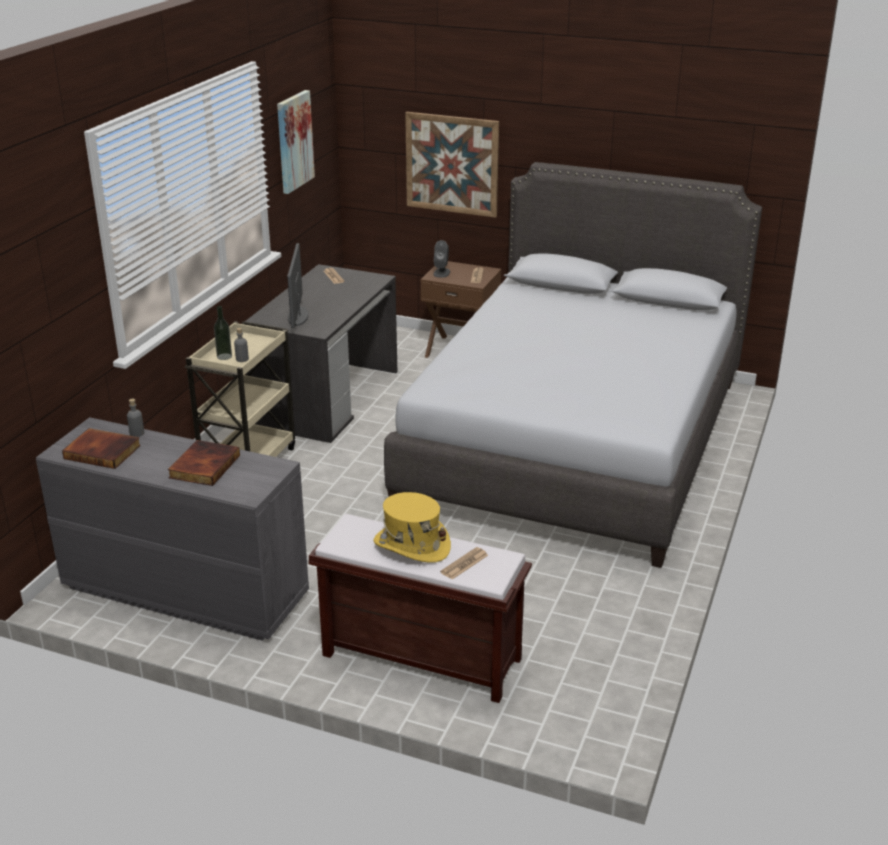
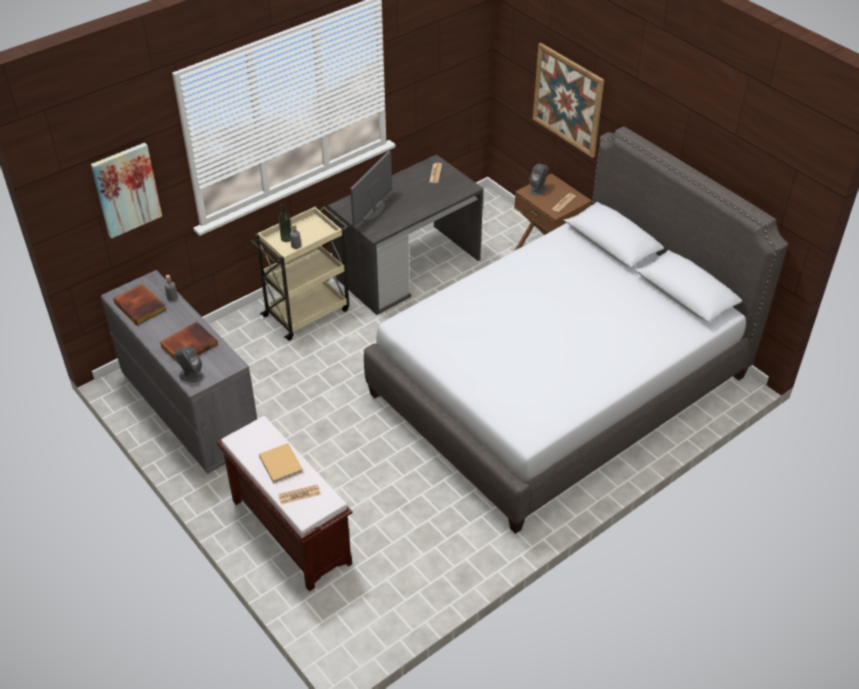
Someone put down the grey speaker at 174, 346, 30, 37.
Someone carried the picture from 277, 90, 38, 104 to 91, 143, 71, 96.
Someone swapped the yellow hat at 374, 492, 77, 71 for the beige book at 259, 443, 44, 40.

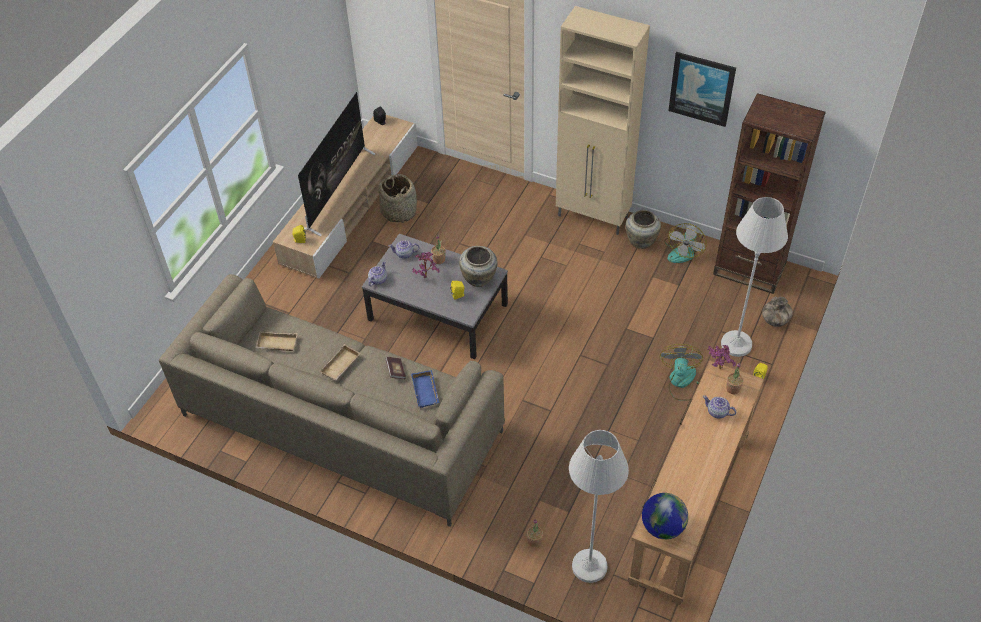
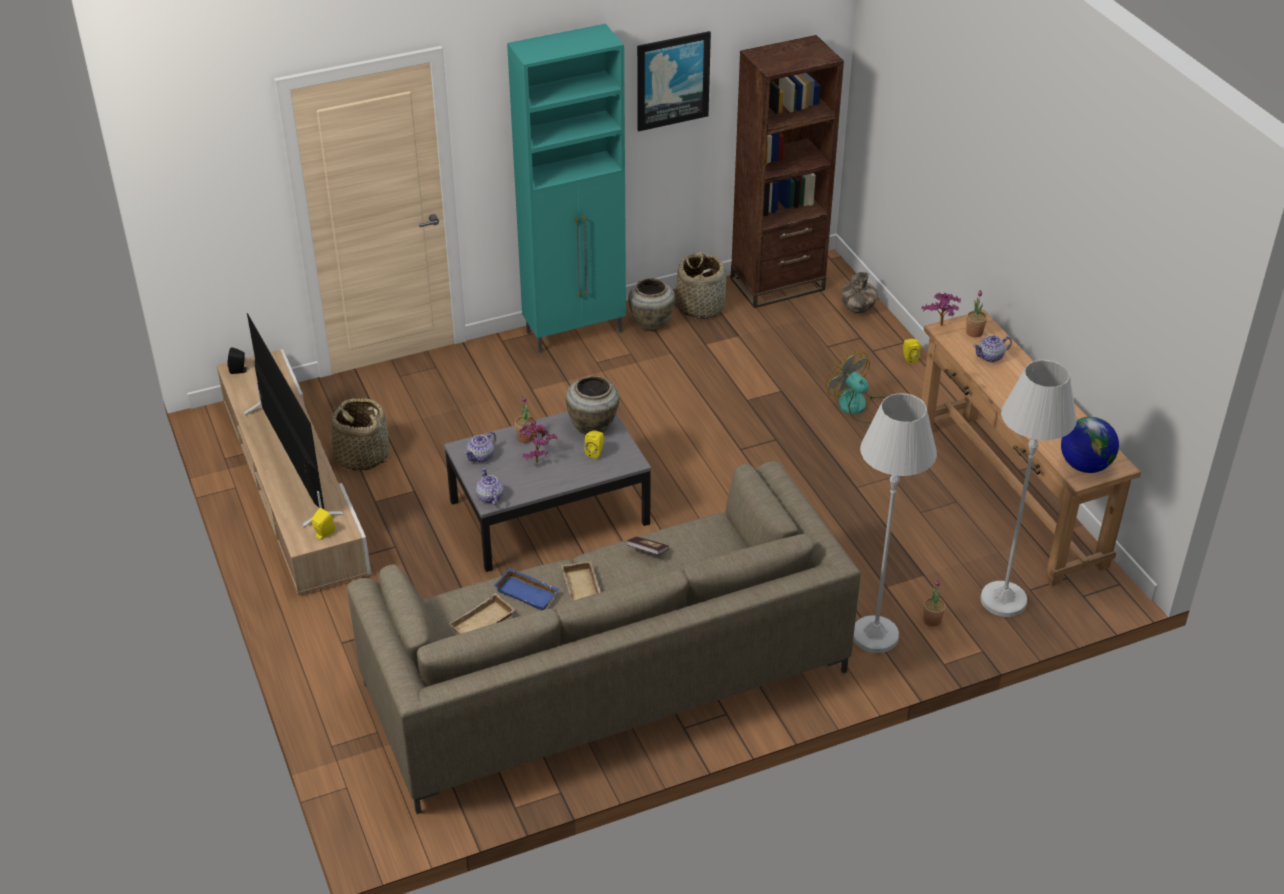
Someone carried the blue tray from 411, 370, 29, 38 to 494, 568, 66, 42.
Someone carried the white floor lamp from 721, 197, 67, 160 to 853, 393, 84, 260.
Someone swapped the fan at 664, 223, 43, 40 for the basket at 675, 252, 52, 67.
Someone repainted the beige cabinet at 556, 6, 94, 229, which became the turquoise cabinet at 507, 24, 119, 329.

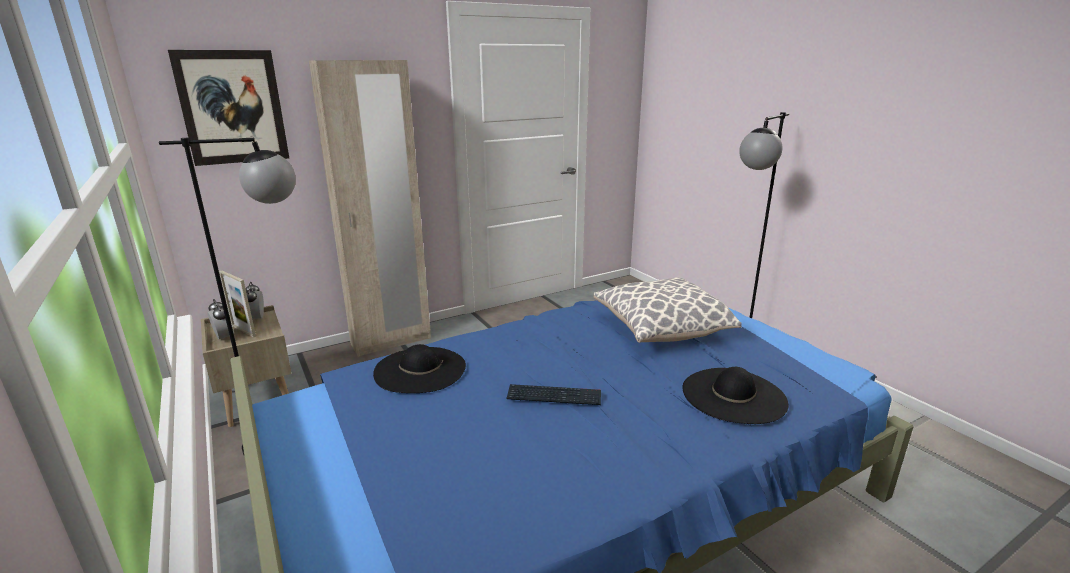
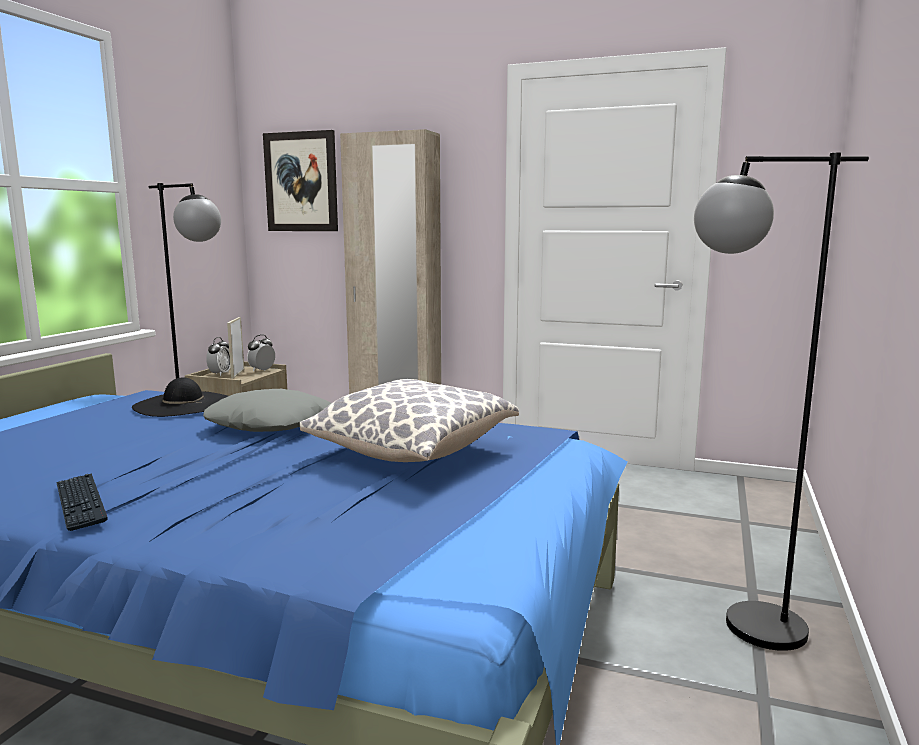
Someone took away the black hat at 682, 367, 107, 57.
Someone put down the grey pillow at 203, 389, 128, 43.
Someone carried the keyboard from 506, 384, 95, 21 to 56, 473, 52, 58.

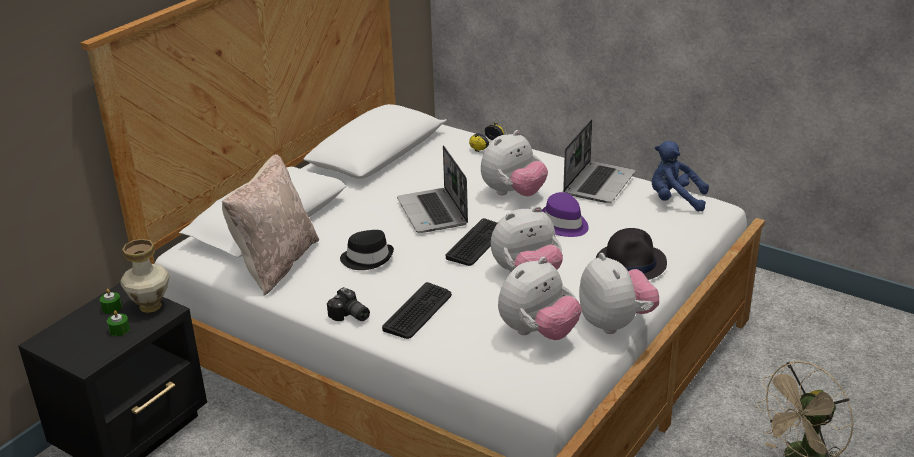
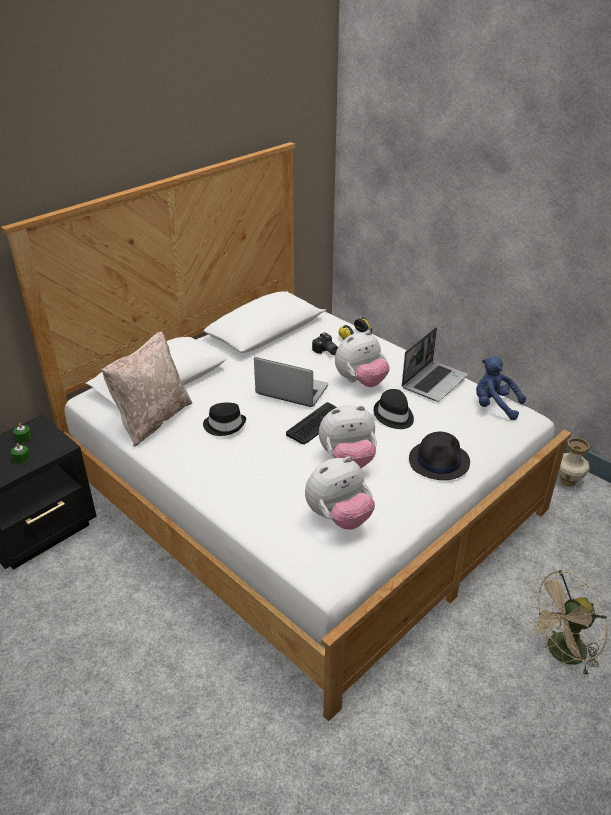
Someone took away the keyboard at 382, 282, 70, 57.
Someone took away the plush toy at 579, 253, 80, 81.
Someone carried the vase from 121, 239, 49, 74 to 558, 438, 31, 49.
Someone carried the photo camera from 327, 287, 43, 34 to 312, 332, 26, 23.
Someone repainted the purple hat at 542, 192, 47, 45, which became the black hat at 374, 389, 40, 40.
Someone rotated the laptop at 397, 145, 71, 88 by 120 degrees clockwise.

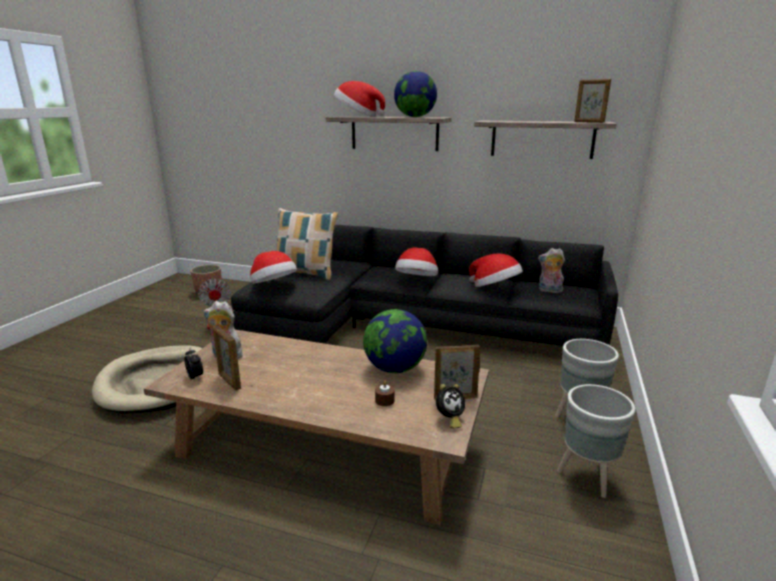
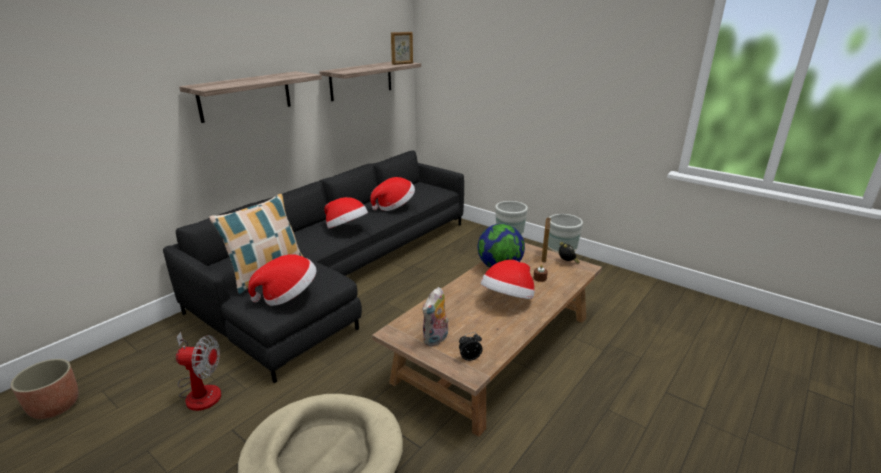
Someone took away the picture frame at 213, 325, 28, 66.
Someone took away the globe at 394, 71, 43, 46.
Someone took away the plush toy at 538, 248, 27, 45.
Someone carried the hat from 334, 81, 51, 36 to 481, 260, 54, 39.

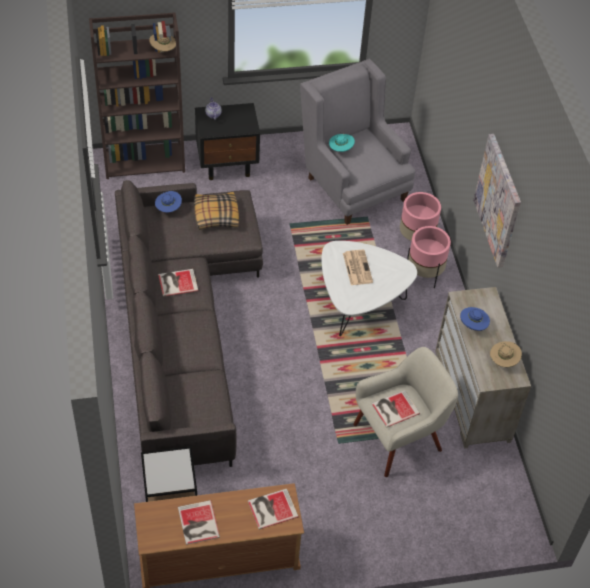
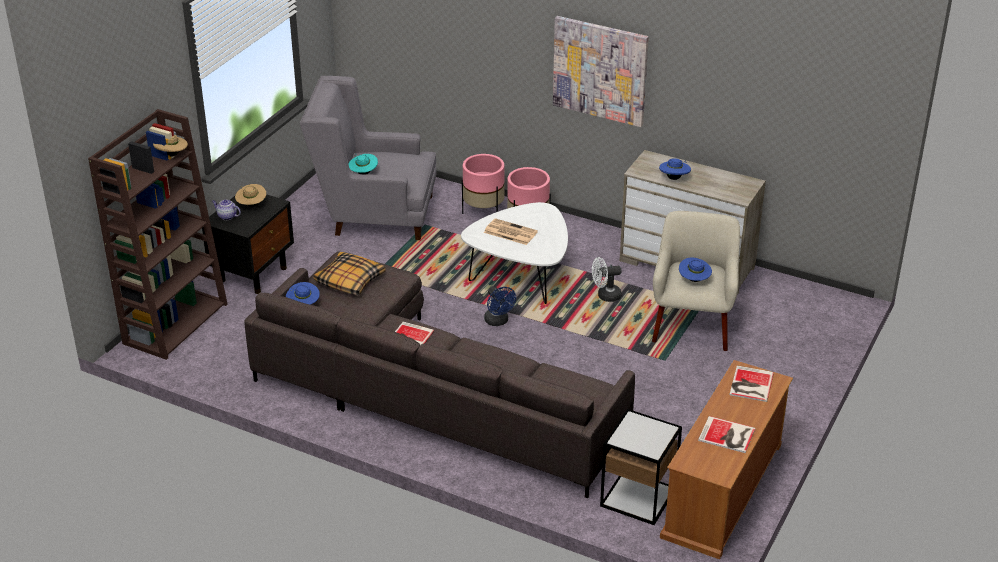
Someone put down the blue fan at 484, 286, 32, 40.
Someone put down the white fan at 592, 257, 30, 45.
Someone carried the beige hat from 490, 341, 32, 26 to 235, 184, 31, 23.
Someone swapped the book at 371, 390, 49, 38 for the blue hat at 679, 258, 33, 24.

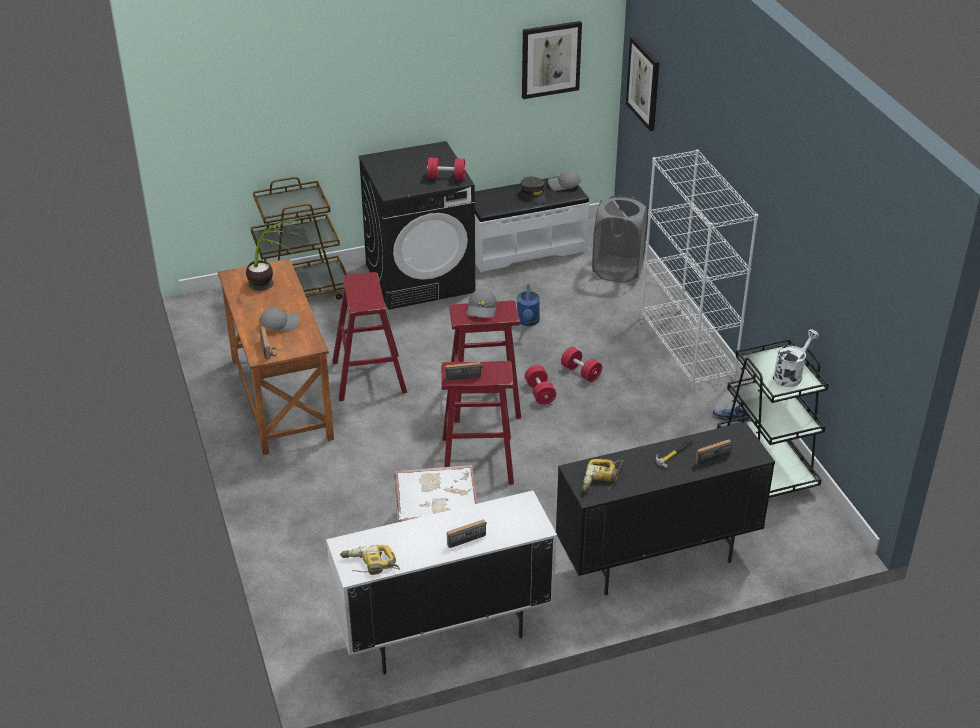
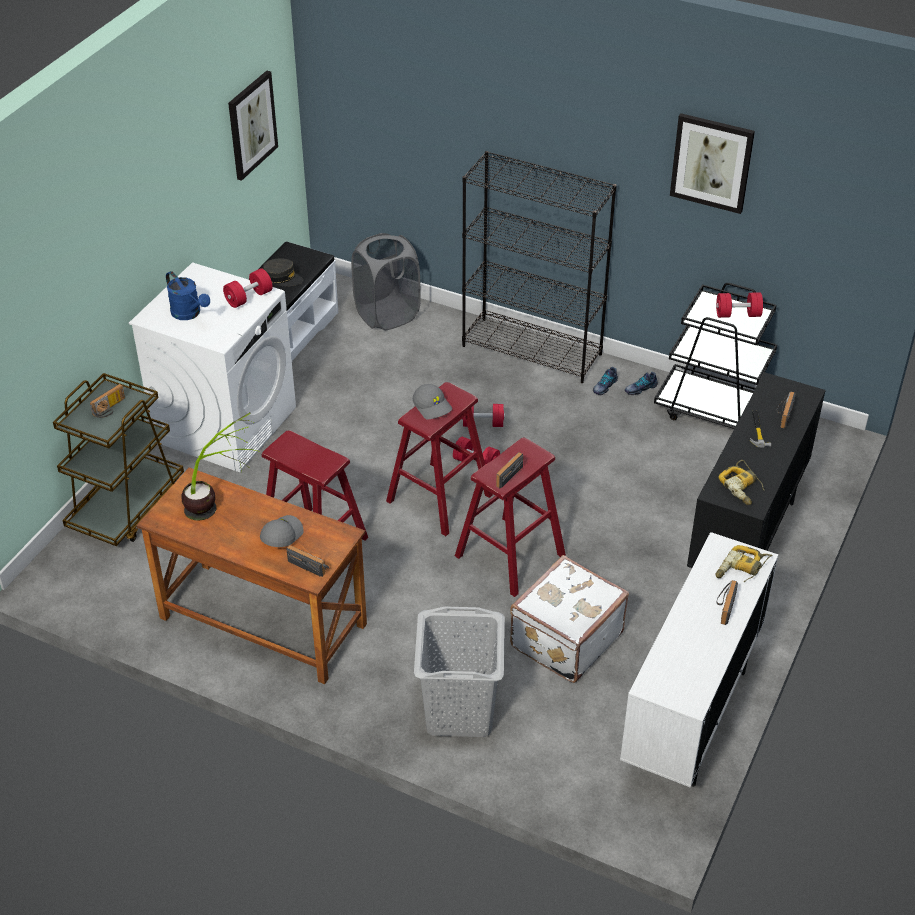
Someone took away the grey cap at 548, 171, 33, 20.
Someone put down the radio at 90, 384, 35, 34.
Someone put down the grey laundry basket at 414, 606, 91, 131.
Someone put down the shoe at 593, 367, 25, 28.
Someone carried the power drill from 340, 544, 60, 31 to 715, 545, 58, 37.
Someone carried the blue watering can from 517, 285, 23, 41 to 166, 271, 44, 49.
Someone carried the picture from 626, 36, 34, 95 to 670, 113, 85, 101.
Someone swapped the white watering can at 773, 329, 46, 58 for the red dumbbell at 716, 292, 47, 26.
Someone repainted the black washing machine at 358, 141, 117, 169, which became the white washing machine at 129, 262, 167, 210.
Someone repainted the white bookcase at 640, 150, 118, 239, which became the black bookcase at 462, 151, 155, 232.

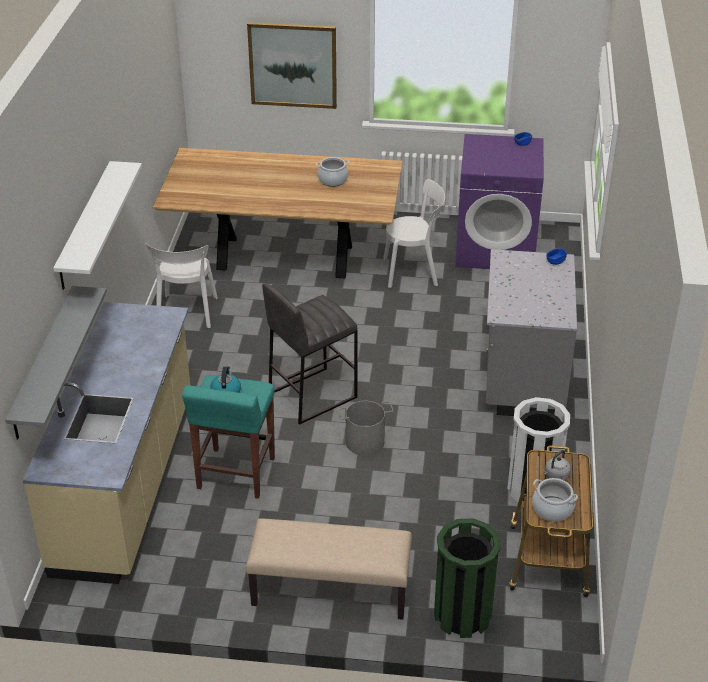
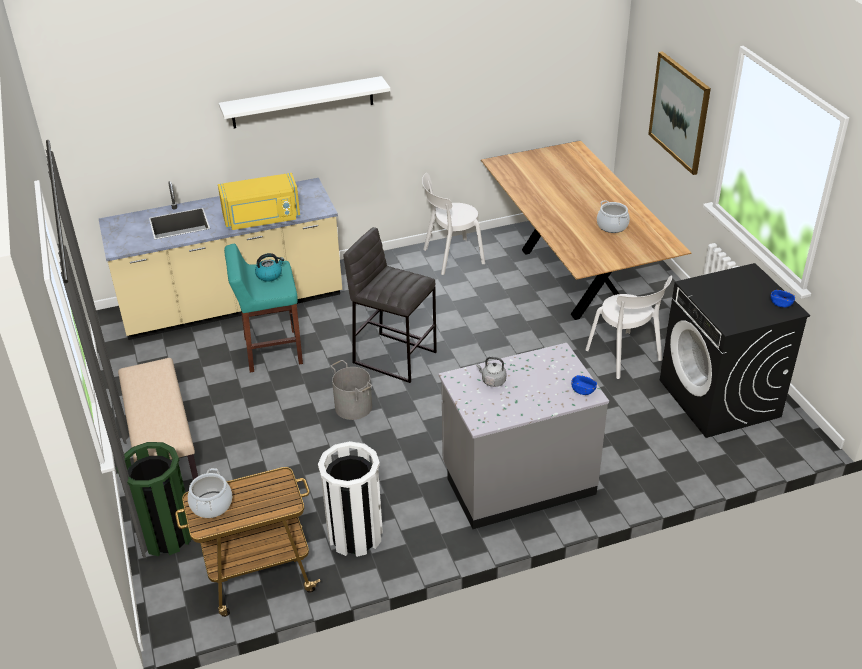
Someone took away the grey shelf at 5, 286, 102, 153.
Someone put down the yellow microwave at 218, 173, 82, 57.
Someone carried the grey kettle from 544, 450, 27, 31 to 476, 357, 30, 30.
Someone repainted the purple washing machine at 455, 134, 89, 135, which became the black washing machine at 660, 263, 150, 175.

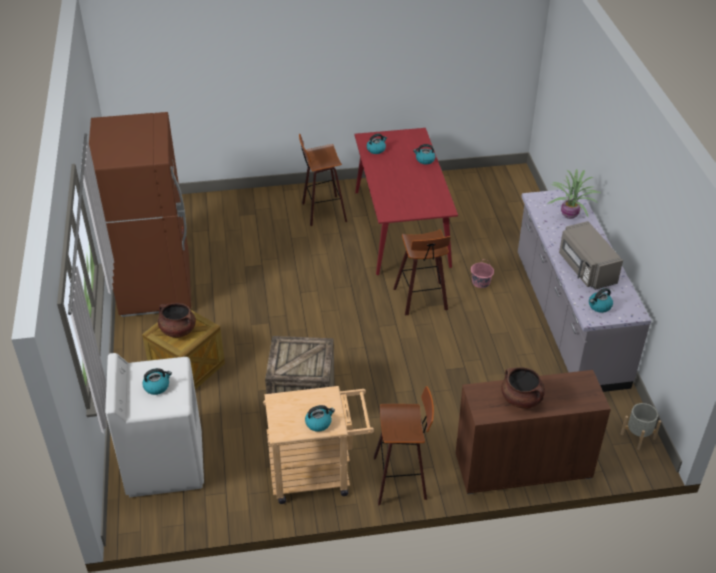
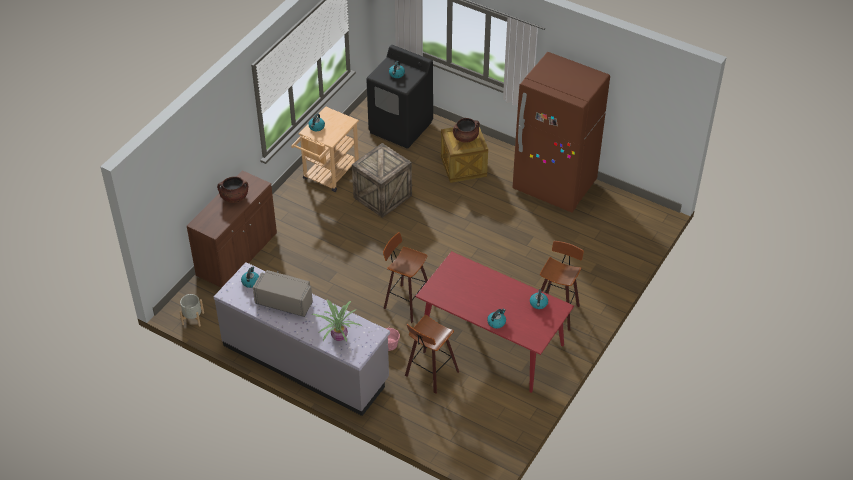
Someone carried the stool from 374, 386, 60, 120 to 405, 315, 54, 79.
Someone repainted the white washing machine at 105, 353, 99, 145, which became the black washing machine at 366, 45, 67, 104.

